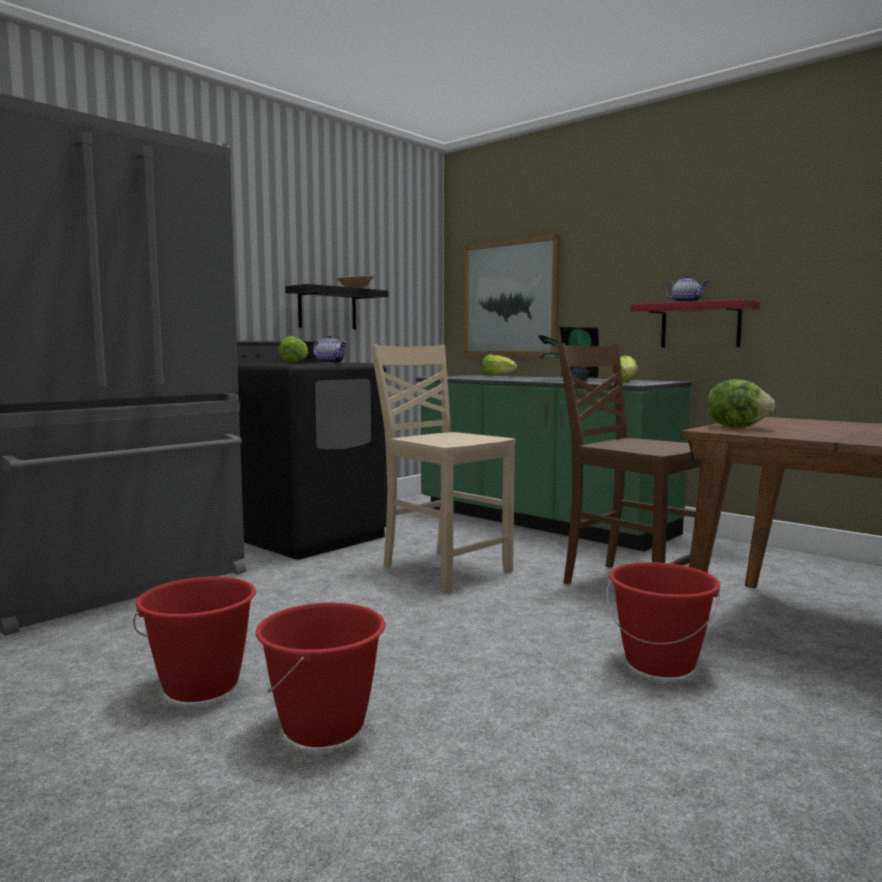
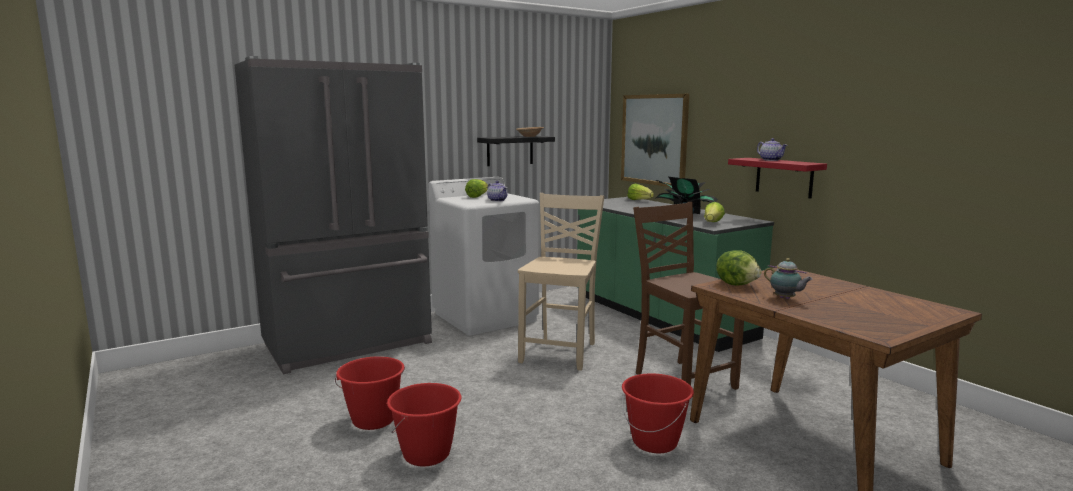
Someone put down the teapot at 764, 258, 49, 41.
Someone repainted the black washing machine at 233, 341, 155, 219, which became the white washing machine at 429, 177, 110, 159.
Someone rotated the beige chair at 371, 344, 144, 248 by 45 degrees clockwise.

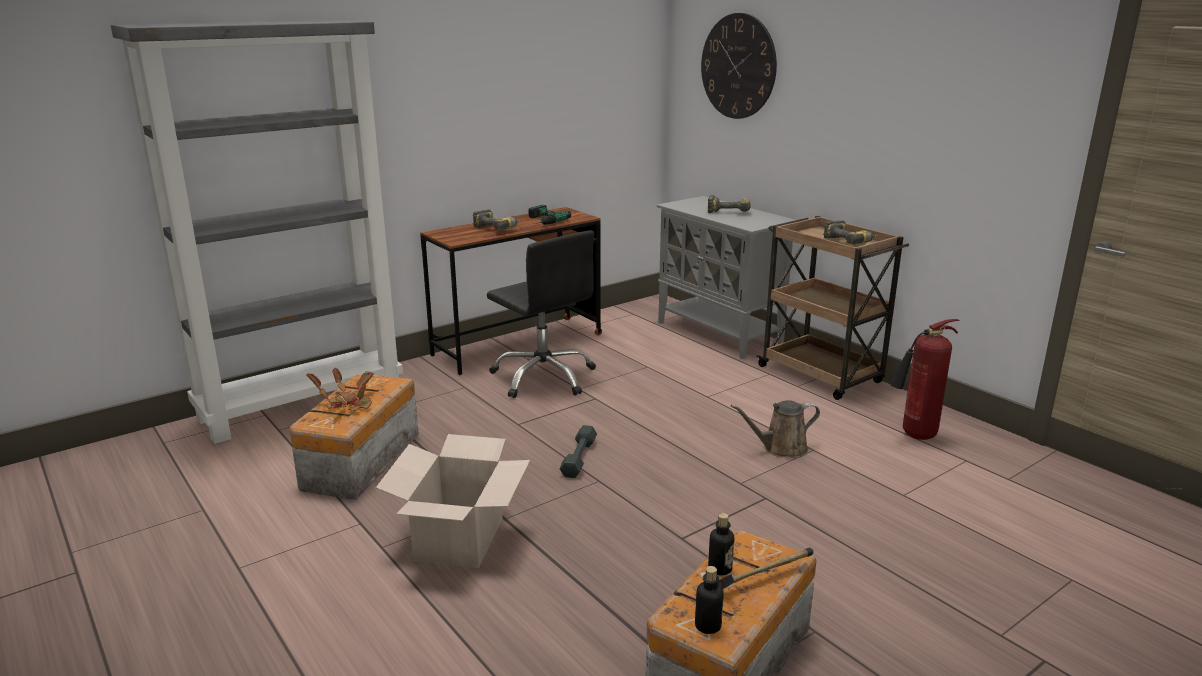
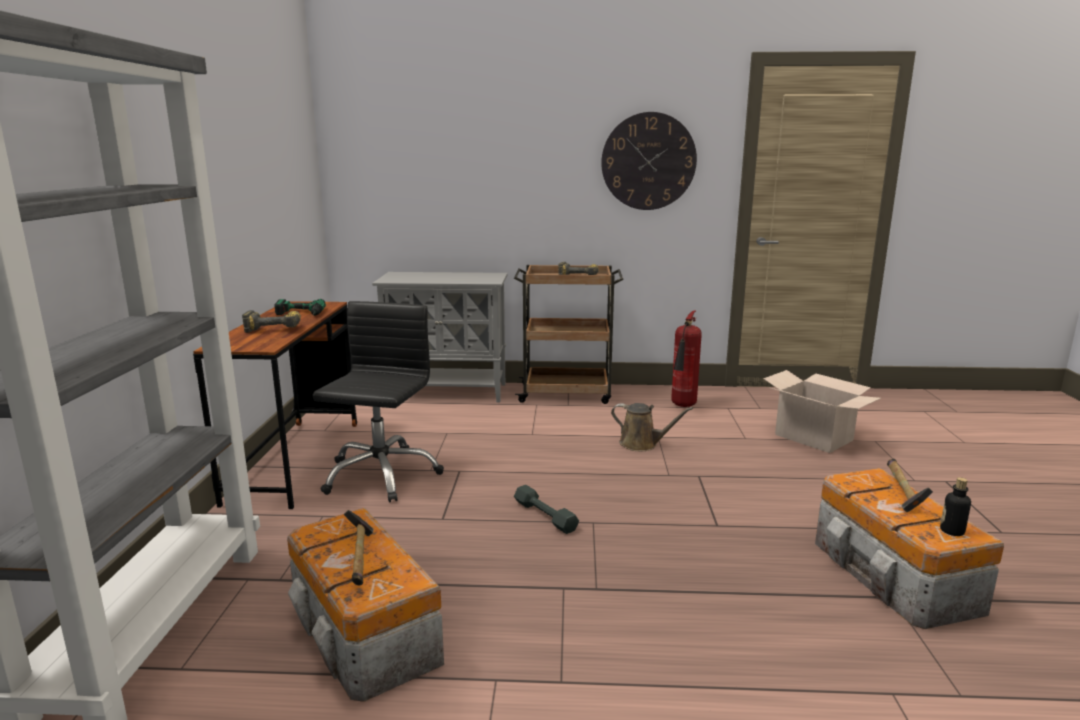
Someone took away the power drill at 708, 195, 43, 18.
Someone took away the bottle at 708, 513, 27, 62.
Someone carried the cardboard box from 376, 434, 154, 134 to 764, 370, 117, 83.
Someone carried the wall clock from 701, 13, 76, 106 to 601, 112, 96, 98.
Someone swapped the potted plant at 307, 368, 67, 43 for the hammer at 344, 510, 29, 76.
Someone rotated the black office chair at 487, 231, 109, 167 by 75 degrees counterclockwise.
Someone rotated the brown watering can at 731, 400, 89, 58 by 90 degrees counterclockwise.

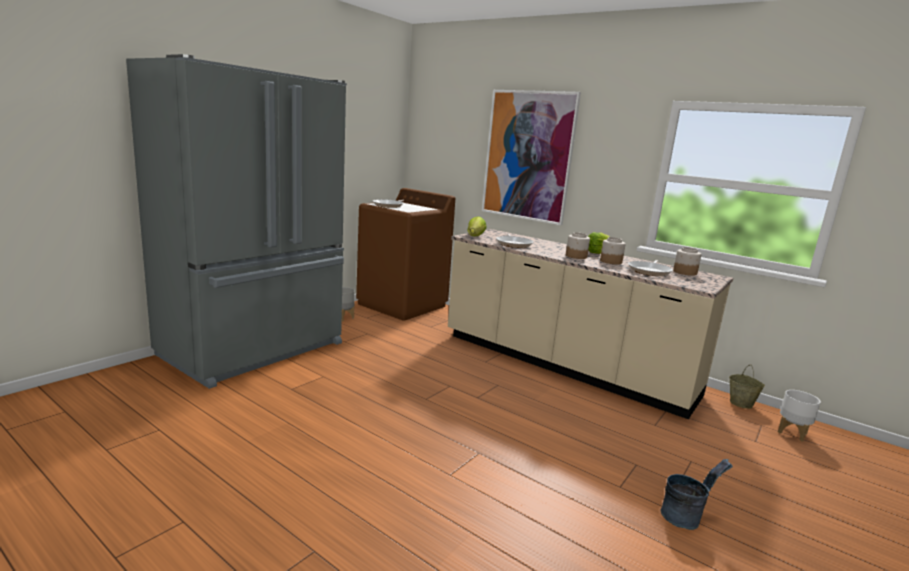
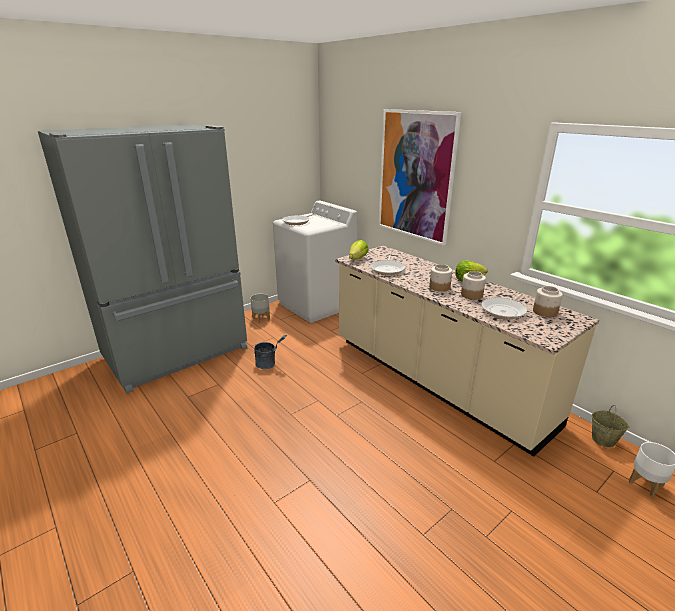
Someone carried the grey bucket from 660, 459, 73, 71 to 254, 335, 33, 34.
Someone repainted the brown washing machine at 356, 188, 99, 133, which became the white washing machine at 273, 201, 84, 122.

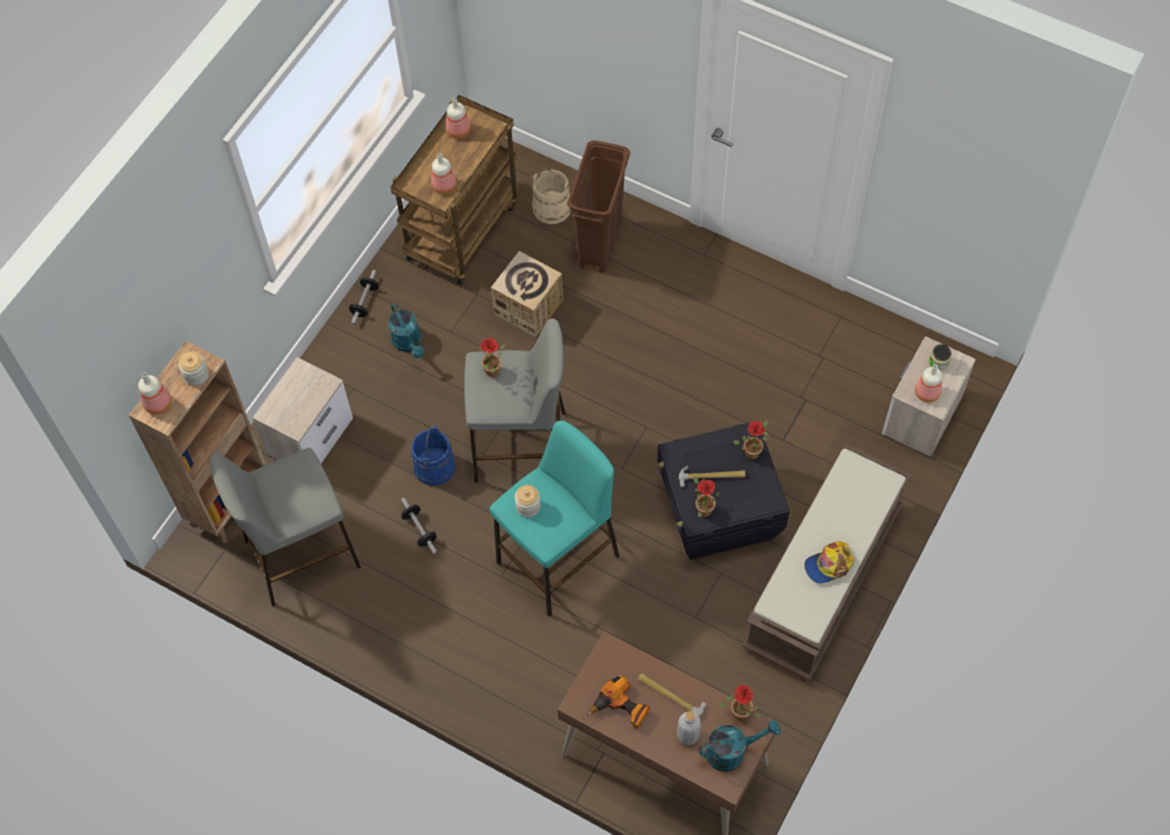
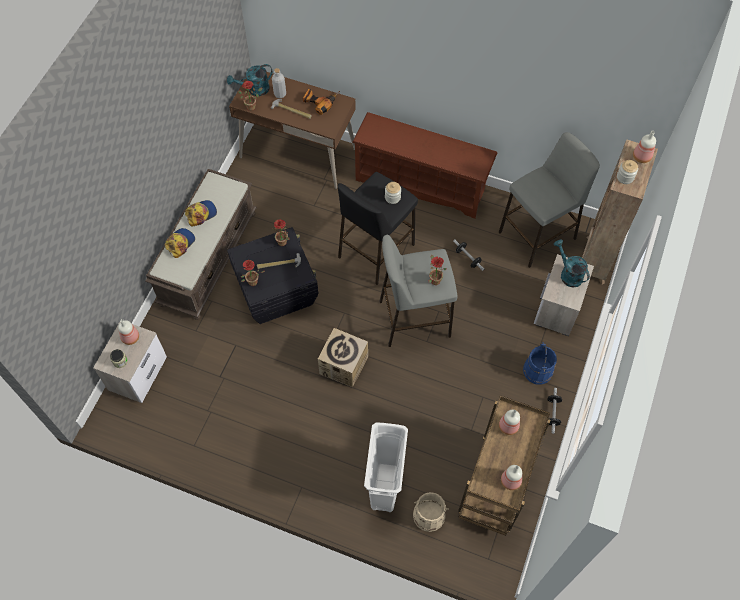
Someone put down the cap at 165, 228, 30, 30.
Someone put down the brown shoe rack at 352, 112, 145, 107.
Someone carried the turquoise watering can from 388, 303, 36, 55 to 554, 240, 36, 48.
Someone carried the blue bucket from 411, 425, 45, 61 to 523, 342, 34, 43.
Someone carried the cardboard box from 491, 251, 72, 86 to 318, 328, 50, 59.
Someone repainted the turquoise stool at 490, 420, 130, 197, which became the black stool at 338, 172, 80, 113.
Someone repainted the brown trash can at 567, 140, 63, 133, which became the white trash can at 364, 423, 44, 89.

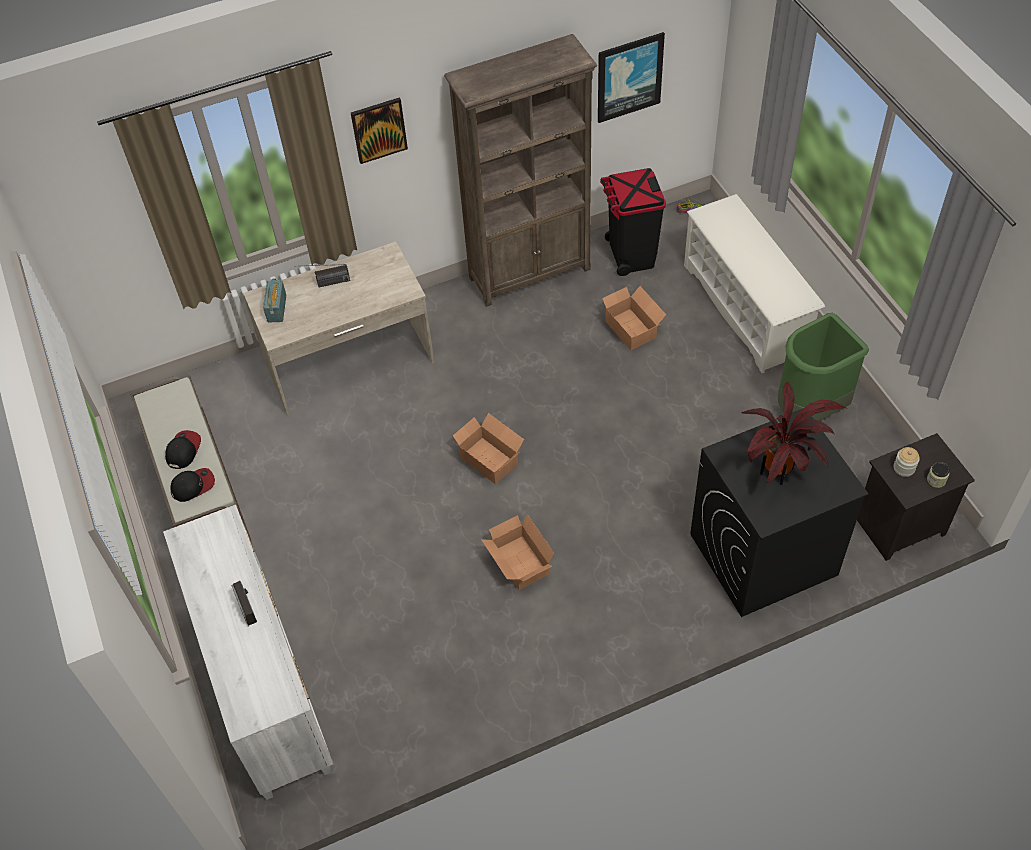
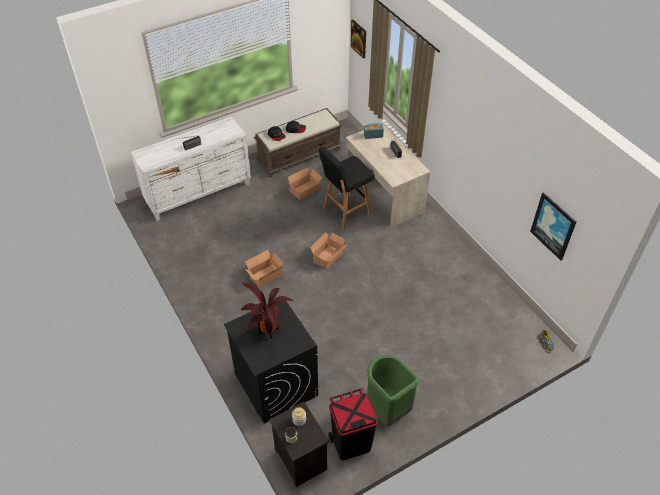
Someone took away the brown bookcase at 444, 34, 153, 273.
Someone took away the white shoe rack at 684, 194, 141, 179.
Someone put down the black stool at 319, 147, 56, 83.
Someone carried the picture from 351, 97, 57, 67 to 351, 20, 15, 39.
Someone carried the black trash can from 600, 168, 66, 108 to 328, 388, 50, 72.
Someone carried the cardboard box from 602, 286, 64, 64 to 288, 167, 34, 33.

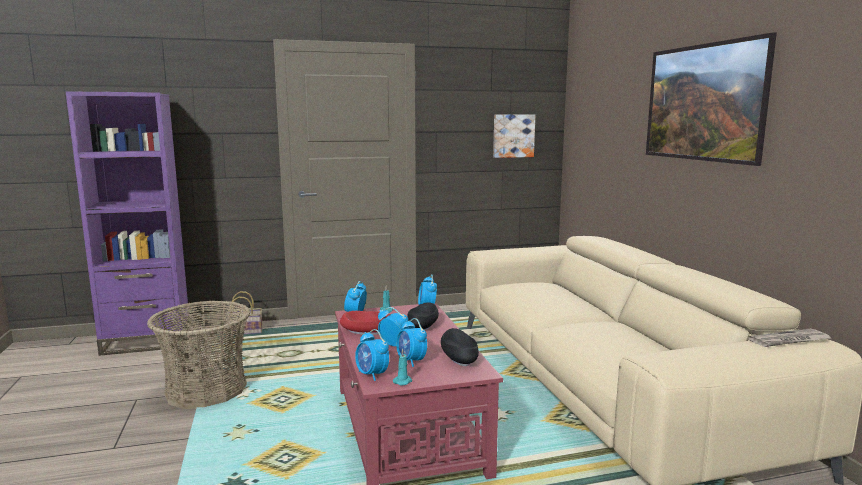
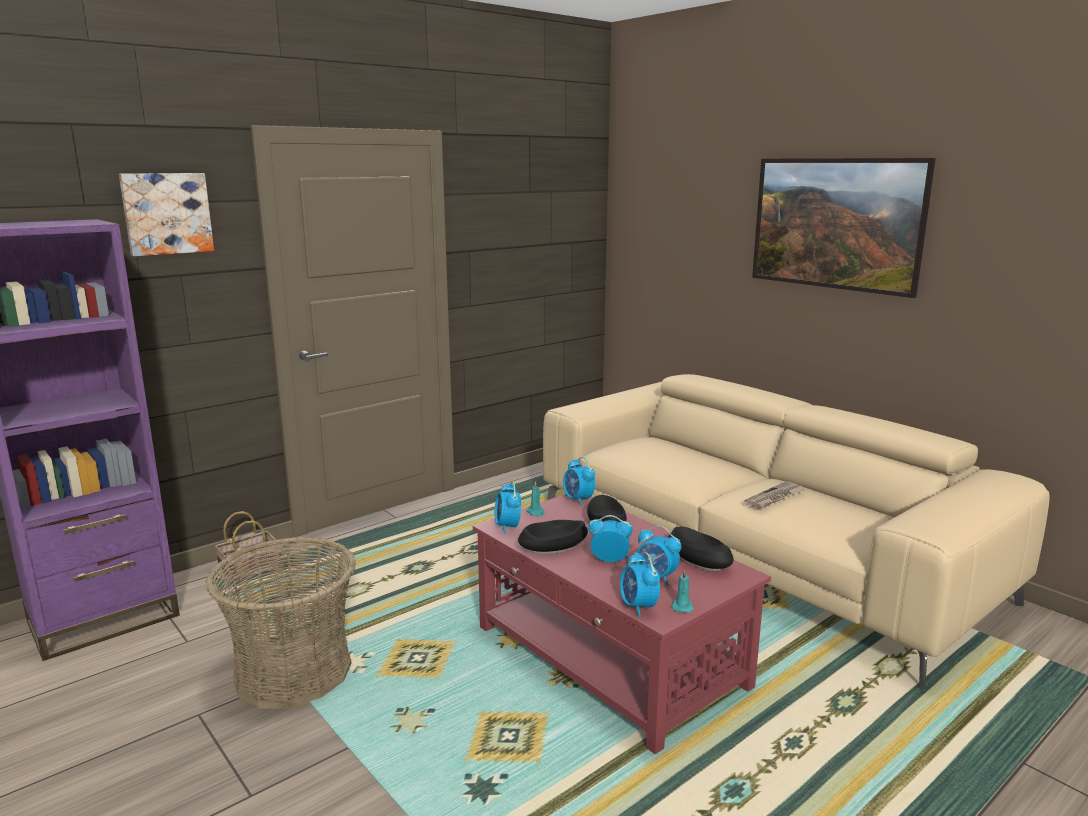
Someone carried the picture from 493, 114, 42, 44 to 119, 173, 95, 84.
Someone carried the newspaper from 748, 329, 83, 18 to 744, 481, 62, 28.
Someone repainted the red bowl at 340, 311, 50, 24, which became the black bowl at 518, 520, 70, 34.
Someone rotated the alarm clock at 355, 329, 34, 52 by 45 degrees clockwise.

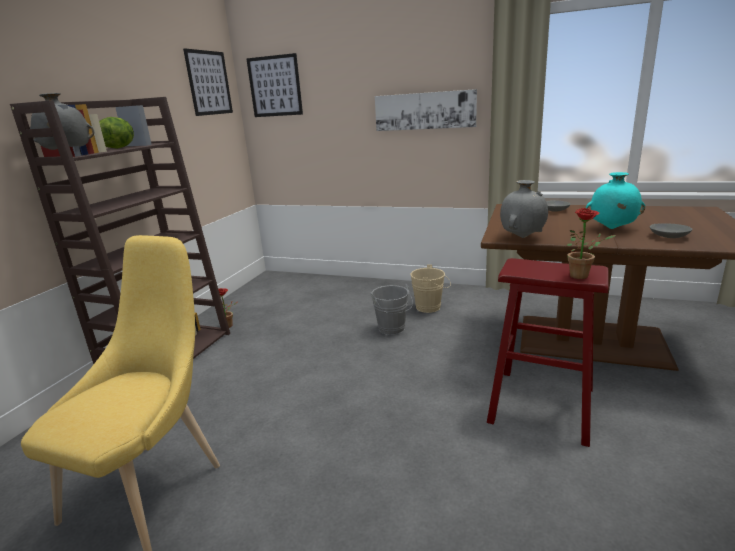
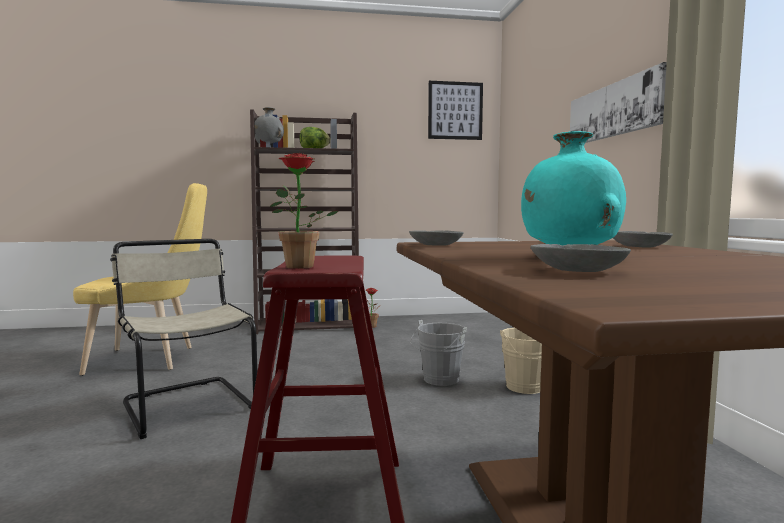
Someone took away the picture at 246, 53, 57, 64.
Someone put down the beige chair at 110, 239, 147, 200.
Someone swapped the grey vase at 500, 180, 48, 58 for the grey bowl at 409, 230, 55, 16.

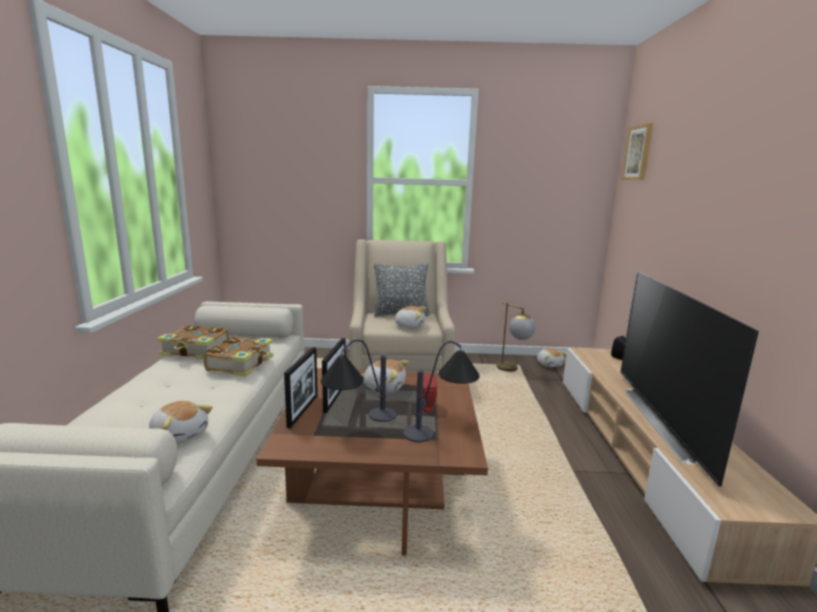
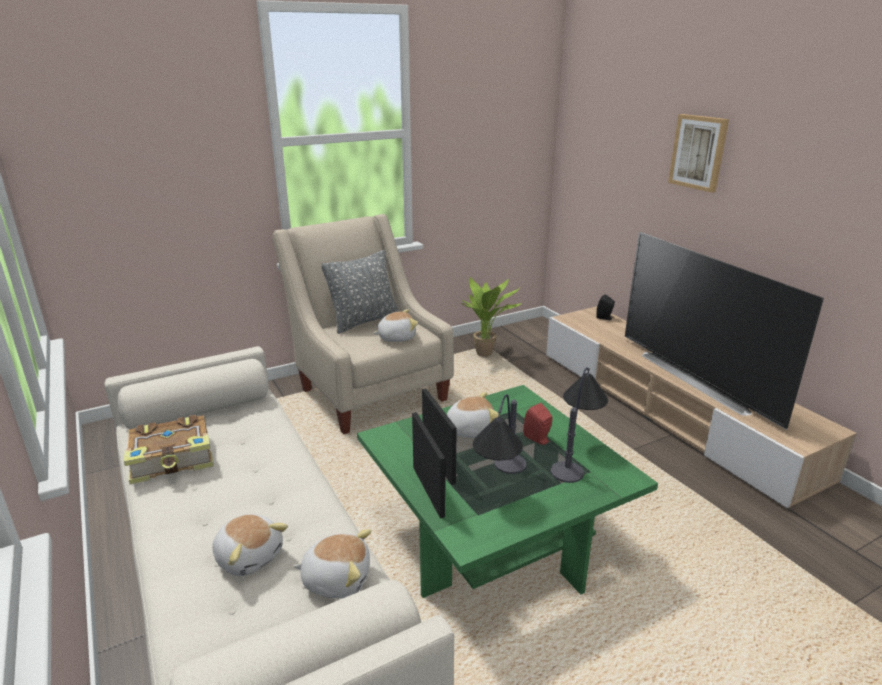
Someone took away the book at 204, 336, 69, 41.
Someone carried the plush toy from 537, 348, 29, 19 to 212, 514, 76, 62.
Someone carried the picture from 622, 123, 31, 57 to 668, 114, 61, 79.
Someone swapped the table lamp at 497, 302, 38, 70 for the potted plant at 461, 277, 61, 80.
Someone repainted the brown coffee table at 257, 368, 231, 188, which became the green coffee table at 357, 385, 301, 213.

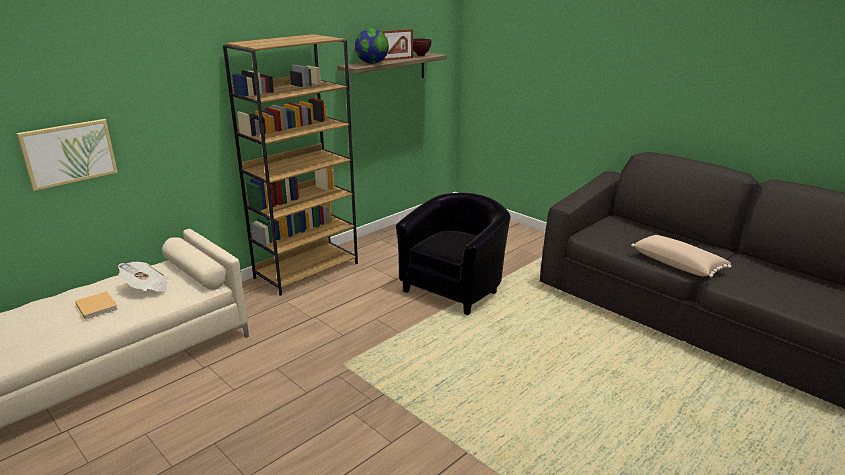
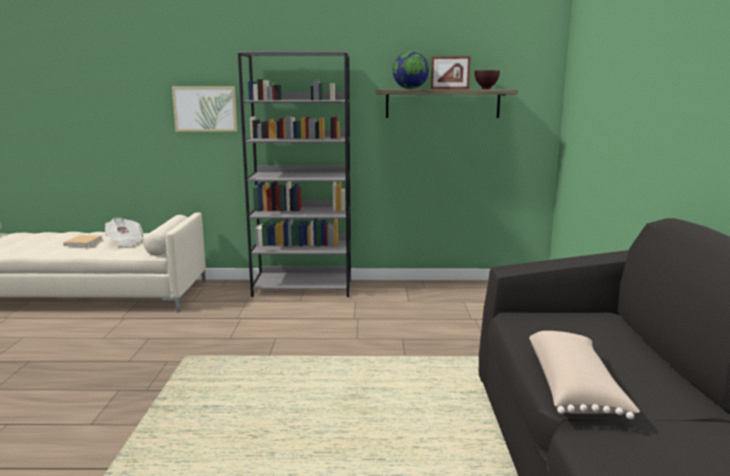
Someone took away the black armchair at 396, 193, 115, 122.
Someone carried the picture from 17, 119, 101, 72 to 172, 86, 65, 46.
Someone repainted the brown bookcase at 223, 34, 135, 262, which became the grey bookcase at 238, 51, 113, 246.

